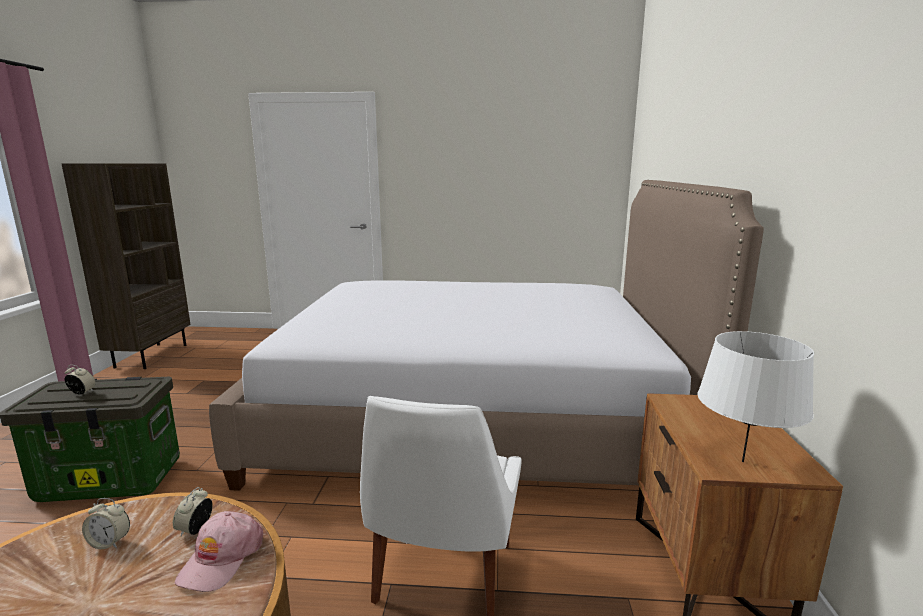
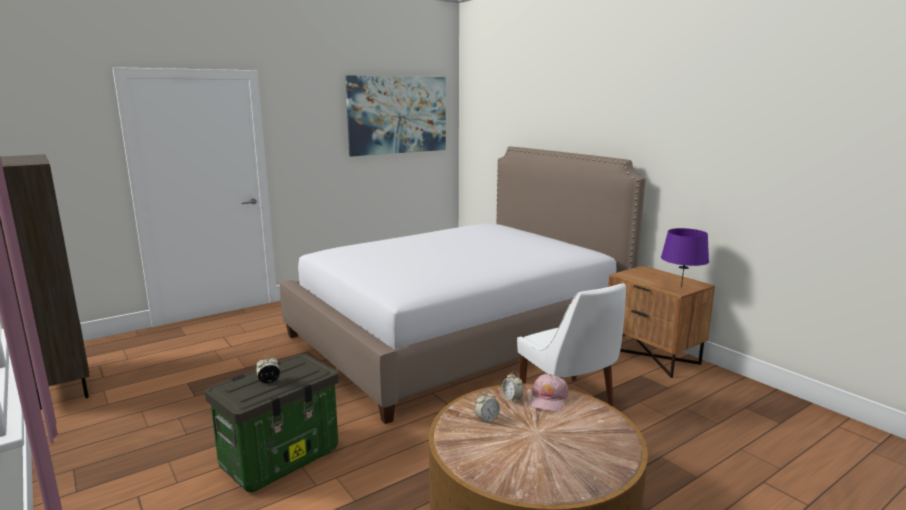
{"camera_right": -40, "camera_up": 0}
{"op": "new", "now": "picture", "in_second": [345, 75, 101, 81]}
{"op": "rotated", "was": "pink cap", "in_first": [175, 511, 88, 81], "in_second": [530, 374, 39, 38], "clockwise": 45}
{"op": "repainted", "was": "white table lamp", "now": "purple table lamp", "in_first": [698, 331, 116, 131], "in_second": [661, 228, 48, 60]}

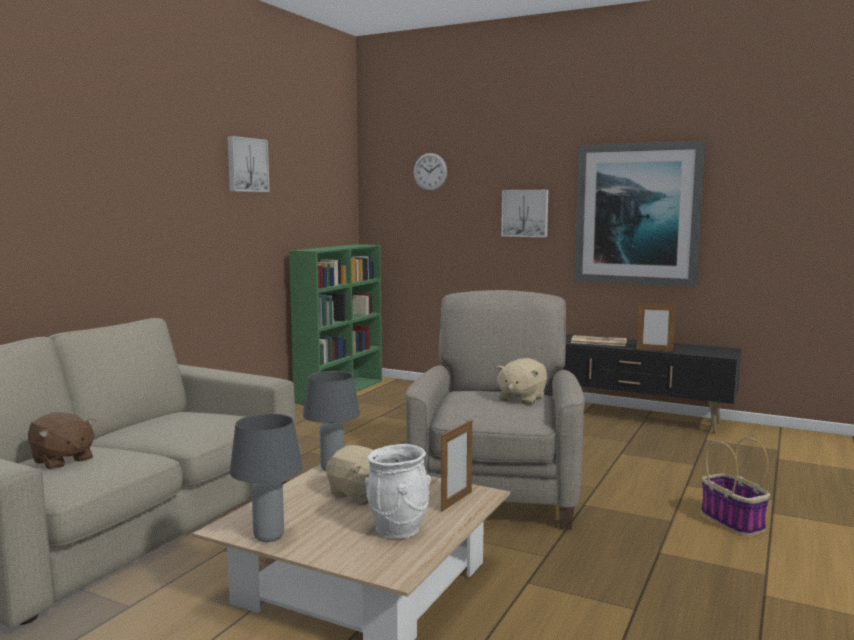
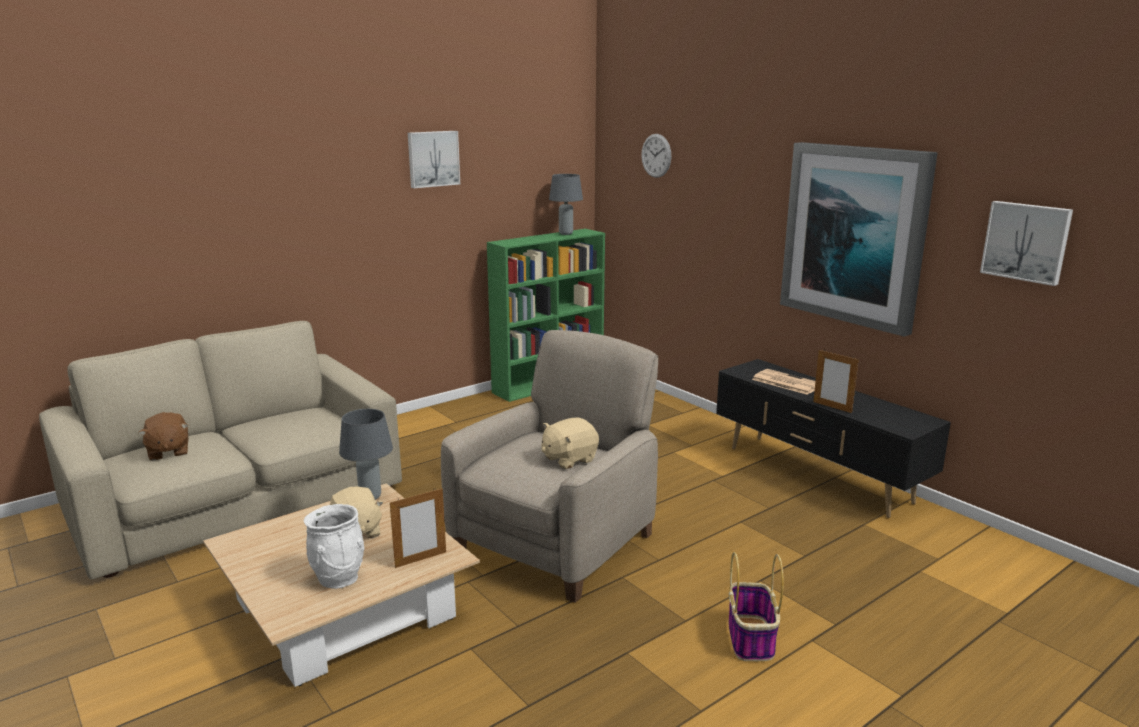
{"camera_right": 25, "camera_up": 10}
{"op": "shifted", "was": "grey table lamp", "in_first": [230, 414, 73, 128], "in_second": [549, 174, 34, 61]}
{"op": "shifted", "was": "picture", "in_first": [501, 190, 47, 47], "in_second": [980, 201, 93, 85]}

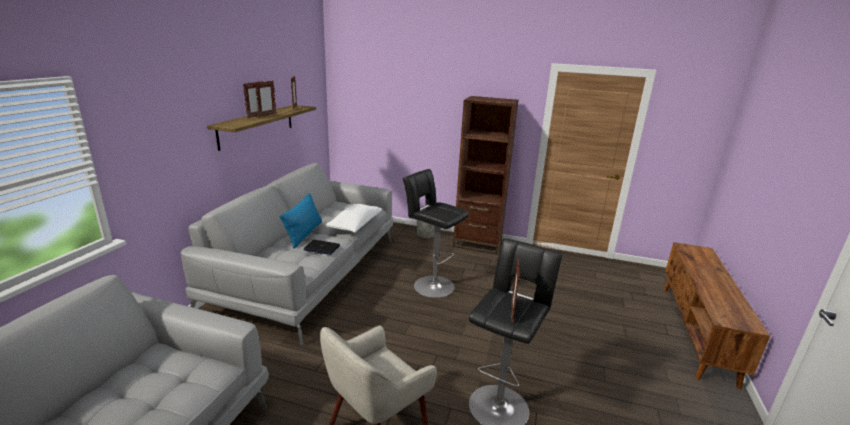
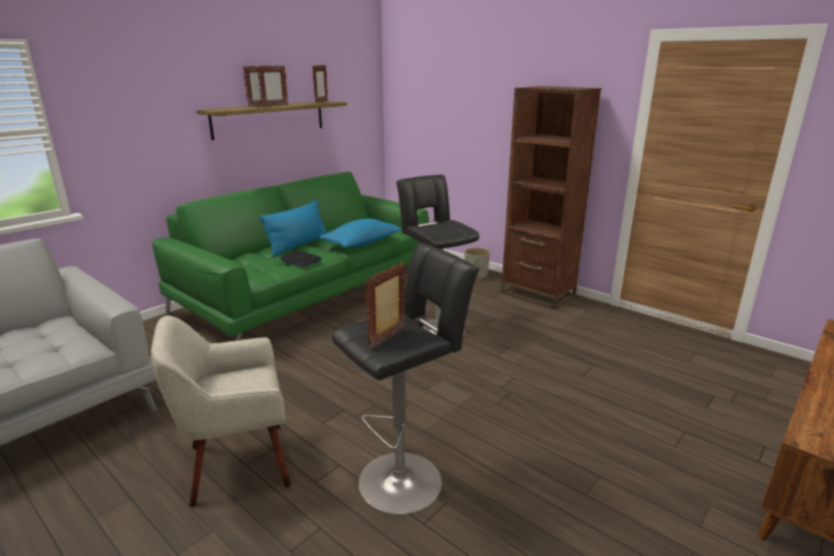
{"camera_right": 25, "camera_up": 0}
{"op": "repainted", "was": "grey sofa", "now": "green sofa", "in_first": [181, 163, 213, 182], "in_second": [152, 172, 277, 168]}
{"op": "repainted", "was": "white pillow", "now": "blue pillow", "in_first": [325, 204, 57, 29], "in_second": [319, 219, 83, 29]}

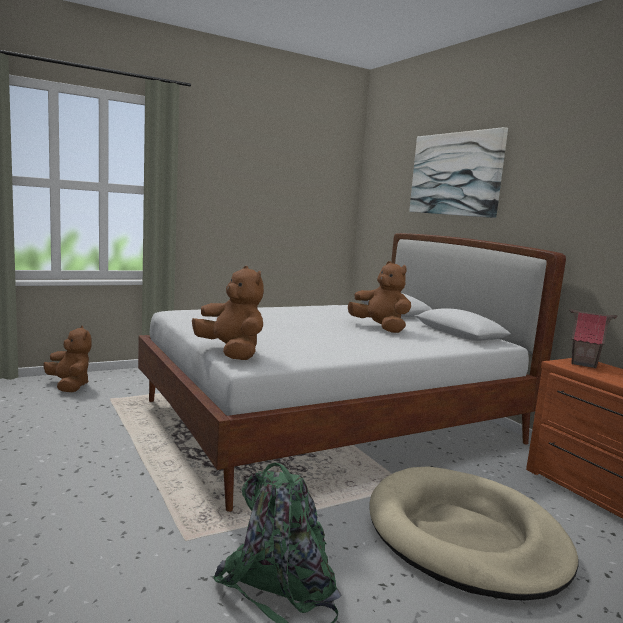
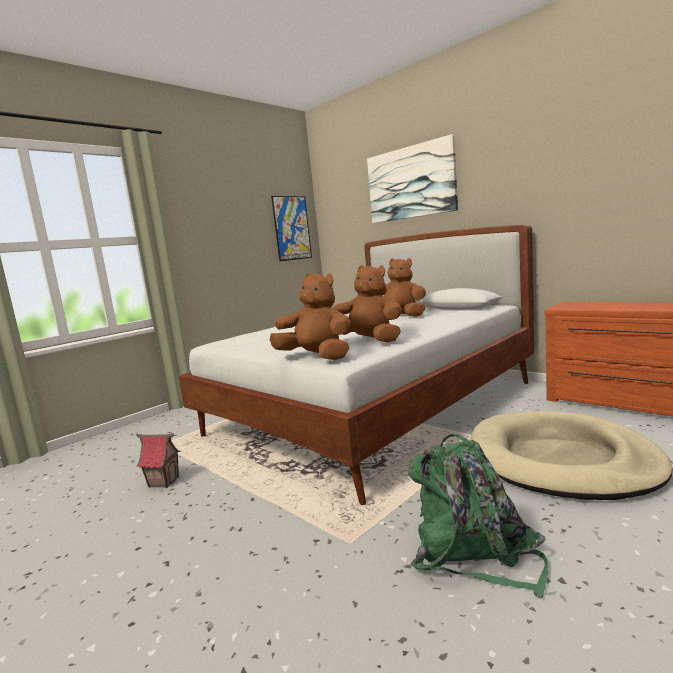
{"camera_right": -15, "camera_up": 0}
{"op": "shifted", "was": "toy house", "in_first": [569, 309, 49, 59], "in_second": [136, 433, 45, 55]}
{"op": "new", "now": "picture", "in_second": [271, 196, 41, 65]}
{"op": "shifted", "was": "brown plush toy", "in_first": [43, 326, 49, 66], "in_second": [333, 265, 69, 78]}

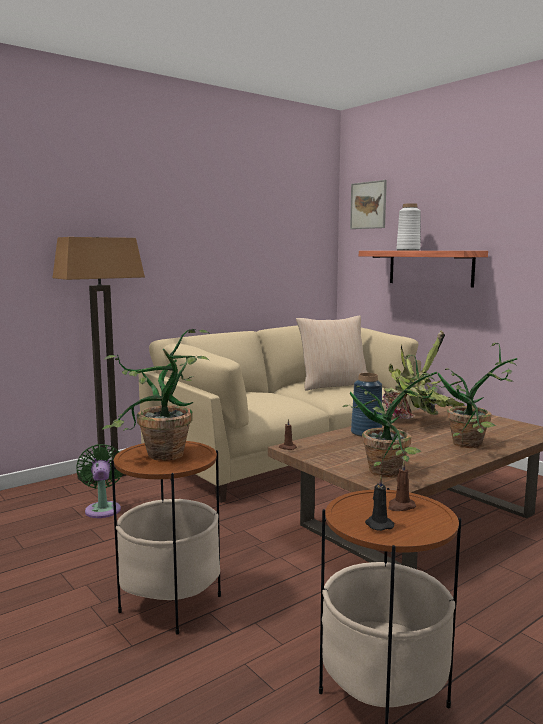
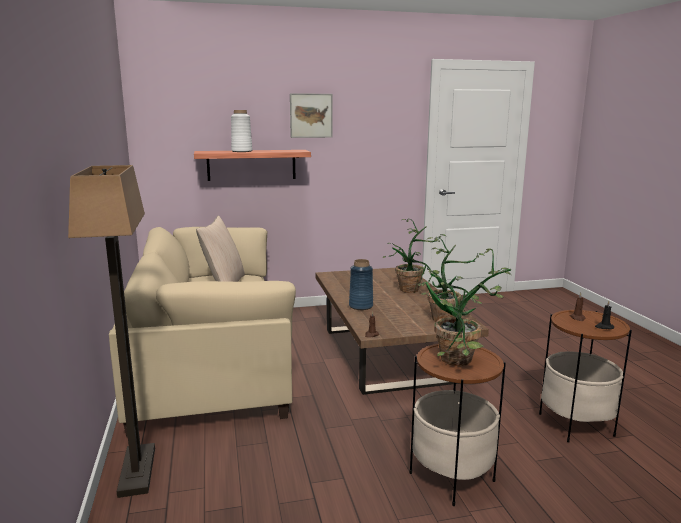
{"camera_right": -65, "camera_up": 5}
{"op": "shifted", "was": "picture", "in_first": [350, 180, 37, 49], "in_second": [290, 93, 42, 45]}
{"op": "gone", "was": "green fan", "in_first": [77, 444, 46, 74]}
{"op": "gone", "was": "potted plant", "in_first": [382, 331, 83, 88]}

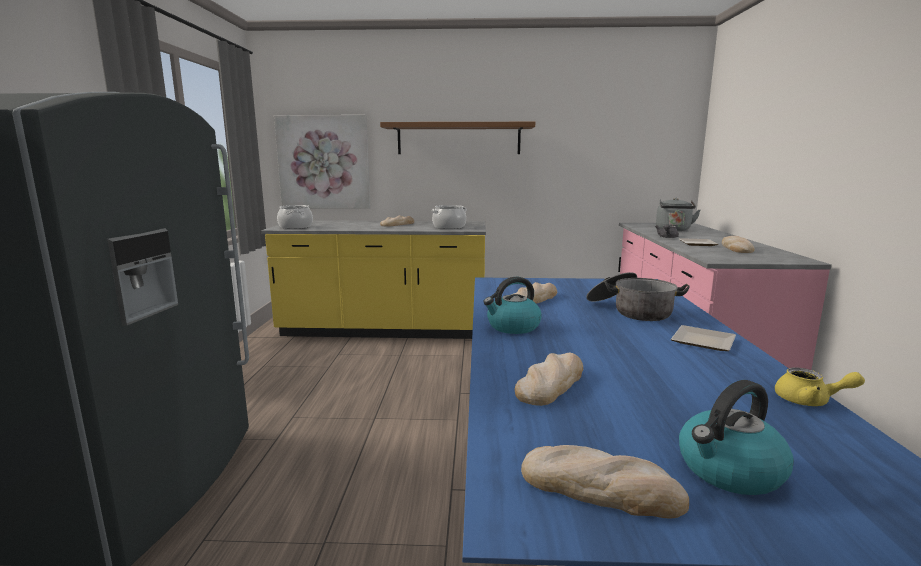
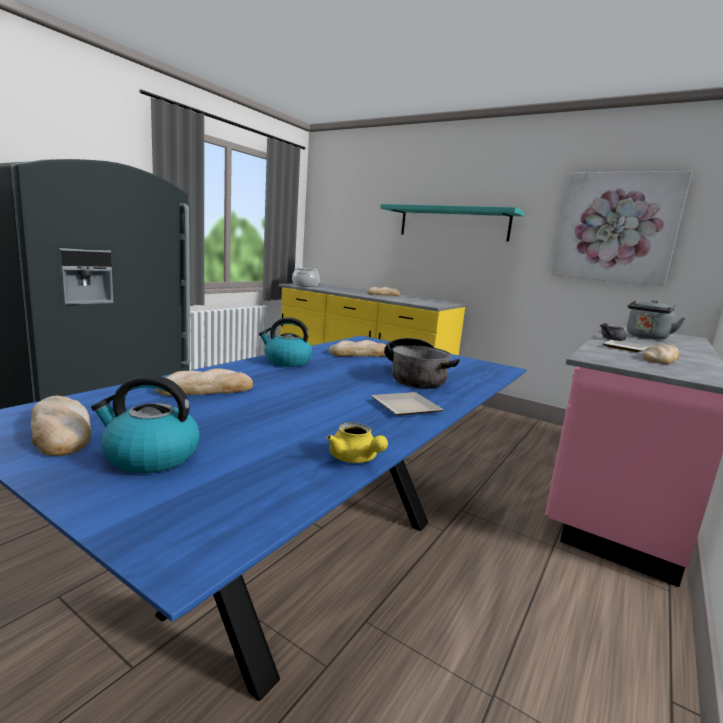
{"camera_right": 30, "camera_up": 0}
{"op": "repainted", "was": "brown shelf", "now": "turquoise shelf", "in_first": [380, 122, 155, 32], "in_second": [380, 204, 145, 37]}
{"op": "shifted", "was": "picture", "in_first": [274, 115, 96, 94], "in_second": [551, 171, 141, 115]}
{"op": "gone", "was": "cooking pot", "in_first": [432, 205, 35, 24]}

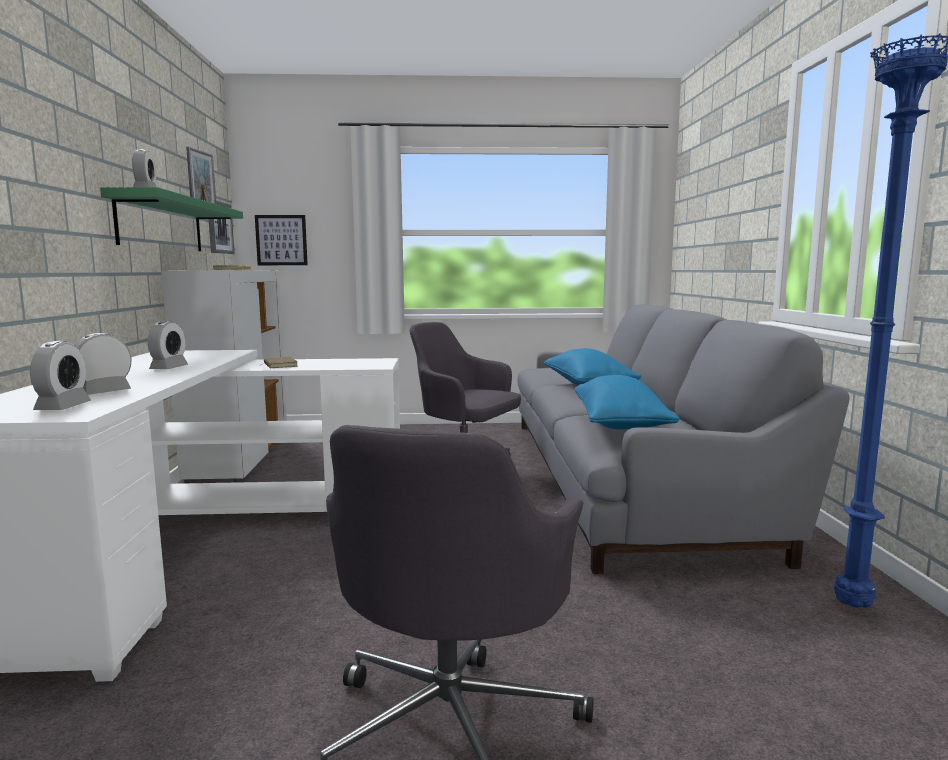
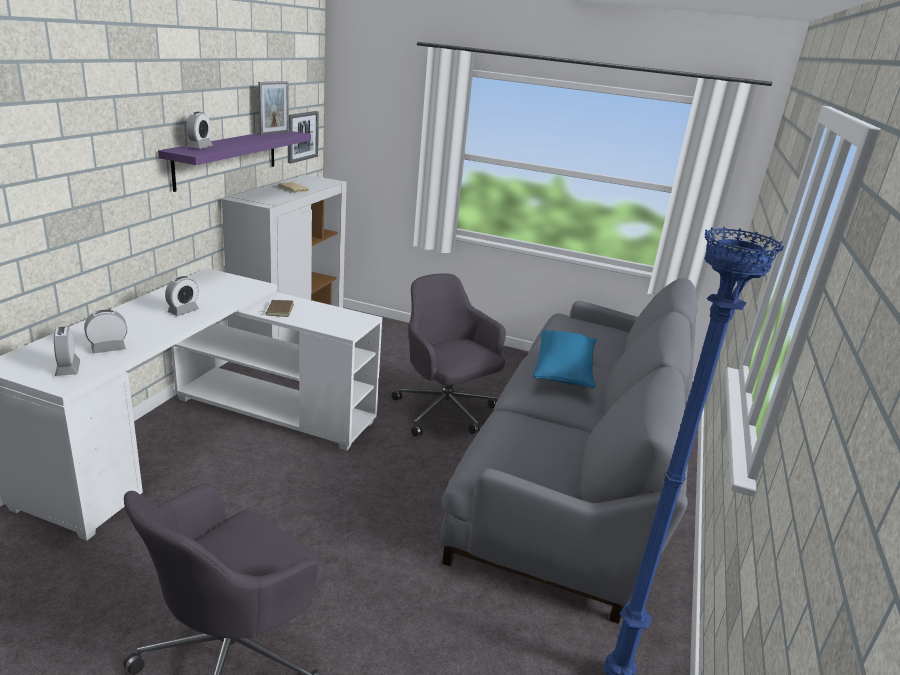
{"camera_right": 20, "camera_up": 15}
{"op": "rotated", "was": "alarm clock", "in_first": [30, 341, 61, 69], "in_second": [54, 327, 26, 49], "clockwise": 135}
{"op": "repainted", "was": "green shelf", "now": "purple shelf", "in_first": [100, 187, 143, 64], "in_second": [158, 131, 153, 61]}
{"op": "gone", "was": "picture", "in_first": [255, 215, 53, 50]}
{"op": "gone", "was": "blue pillow", "in_first": [574, 375, 106, 55]}

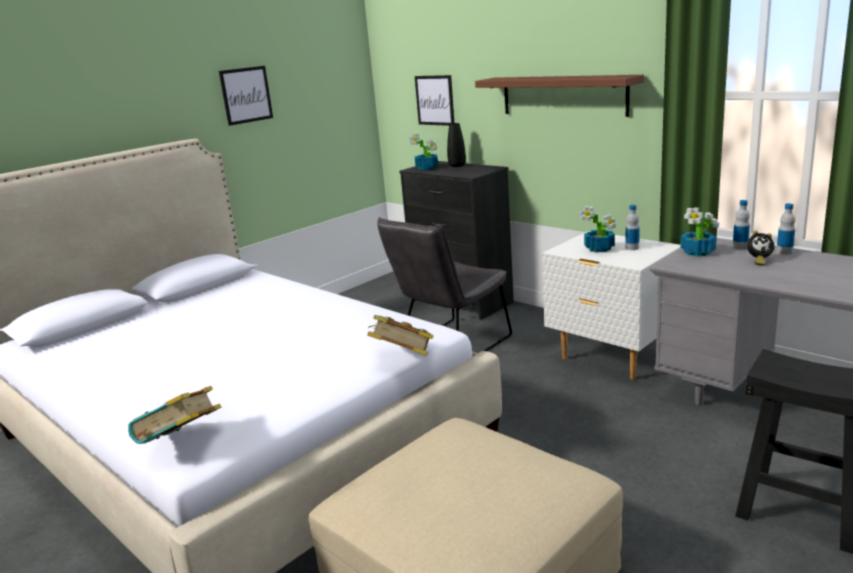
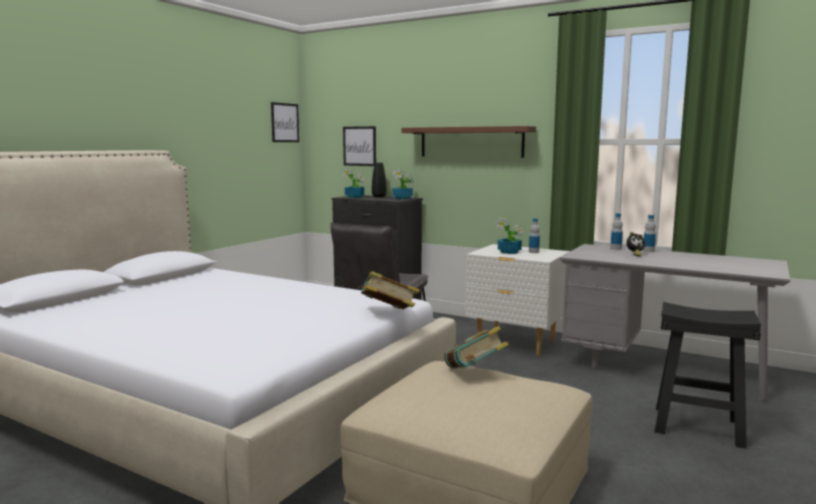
{"camera_right": -15, "camera_up": -10}
{"op": "shifted", "was": "picture", "in_first": [219, 66, 54, 60], "in_second": [271, 102, 28, 40]}
{"op": "shifted", "was": "potted plant", "in_first": [680, 207, 39, 50], "in_second": [393, 169, 21, 30]}
{"op": "shifted", "was": "book", "in_first": [128, 386, 93, 58], "in_second": [444, 326, 65, 43]}

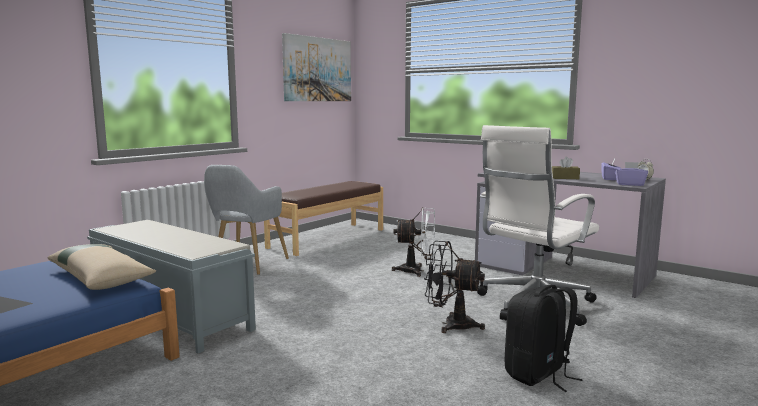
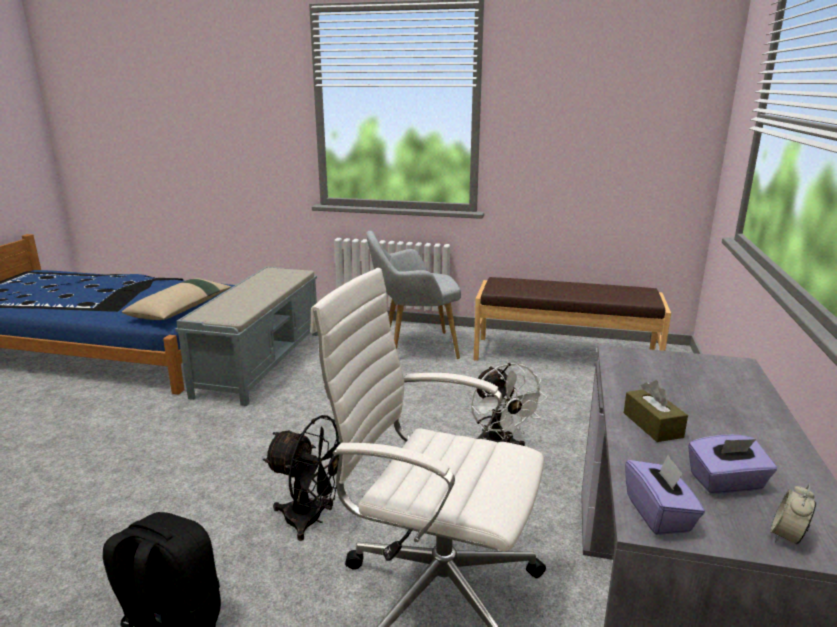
{"camera_right": 65, "camera_up": 10}
{"op": "rotated", "was": "black fan", "in_first": [424, 241, 61, 92], "in_second": [263, 415, 77, 126], "clockwise": 120}
{"op": "gone", "was": "picture", "in_first": [282, 33, 69, 68]}

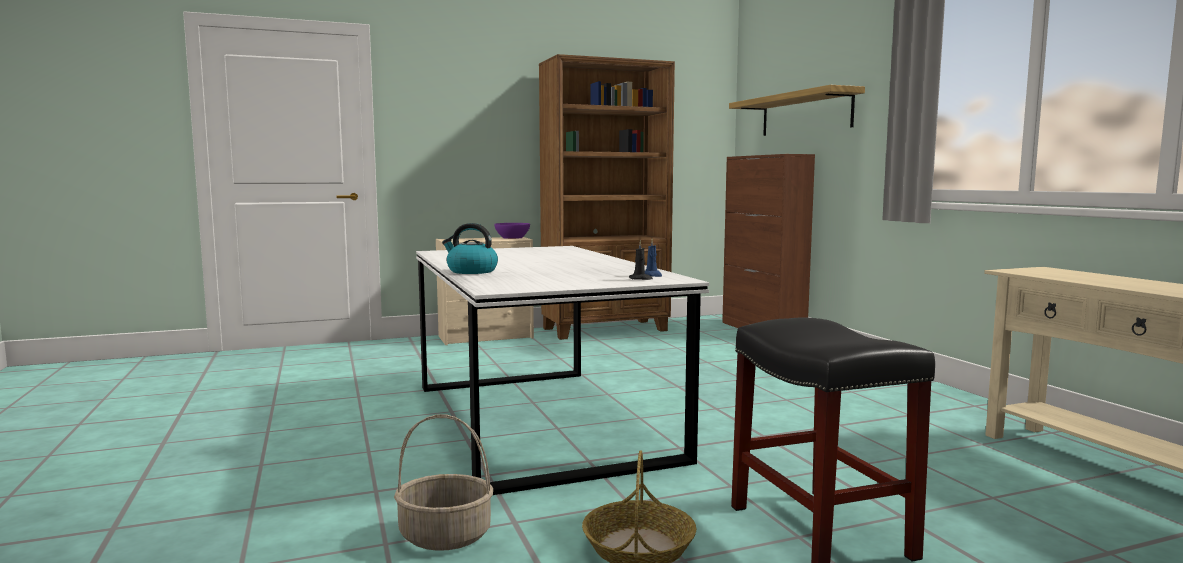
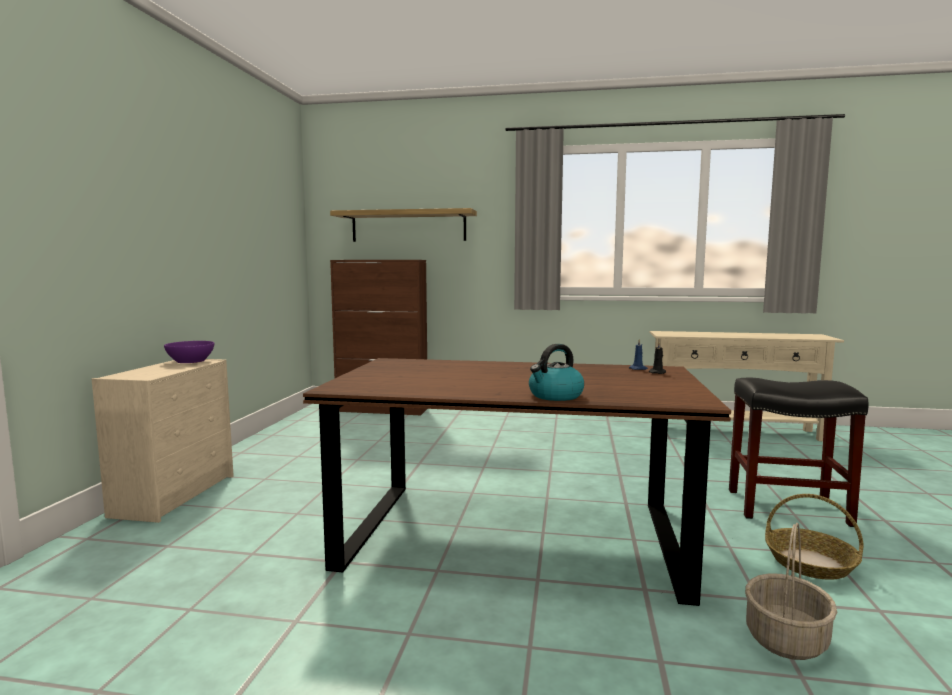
{"camera_right": -60, "camera_up": 0}
{"op": "repainted", "was": "white dining table", "now": "brown dining table", "in_first": [416, 246, 293, 249], "in_second": [303, 358, 428, 248]}
{"op": "gone", "was": "brown bookcase", "in_first": [539, 54, 136, 286]}

